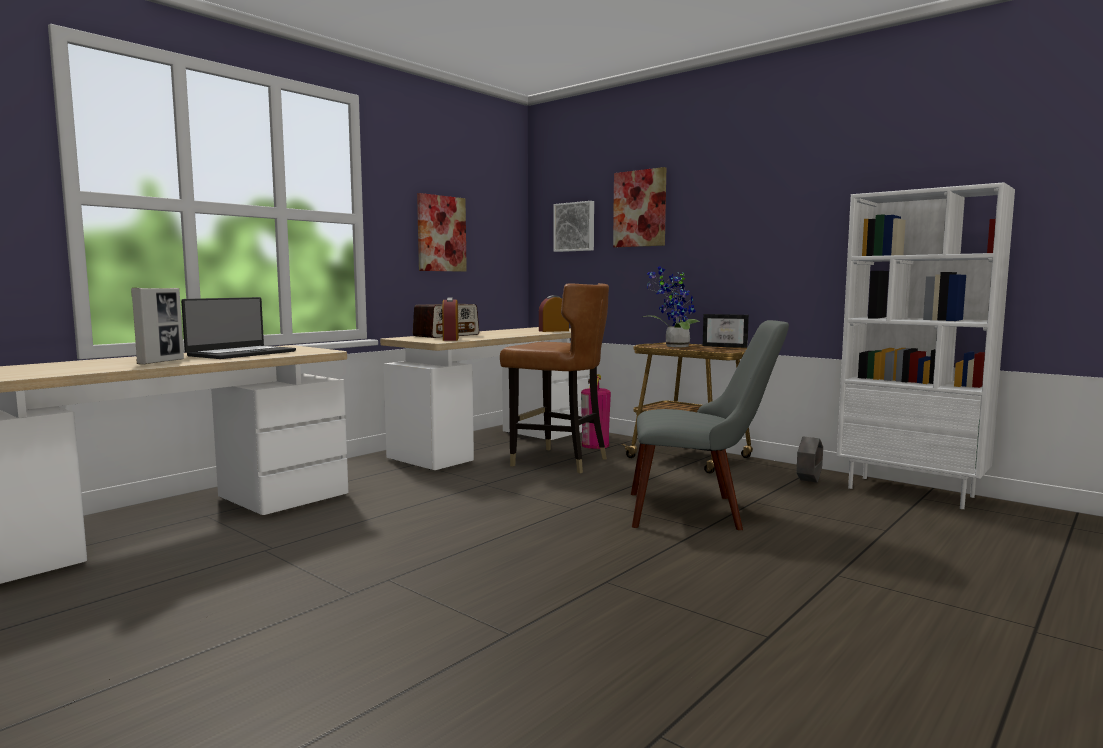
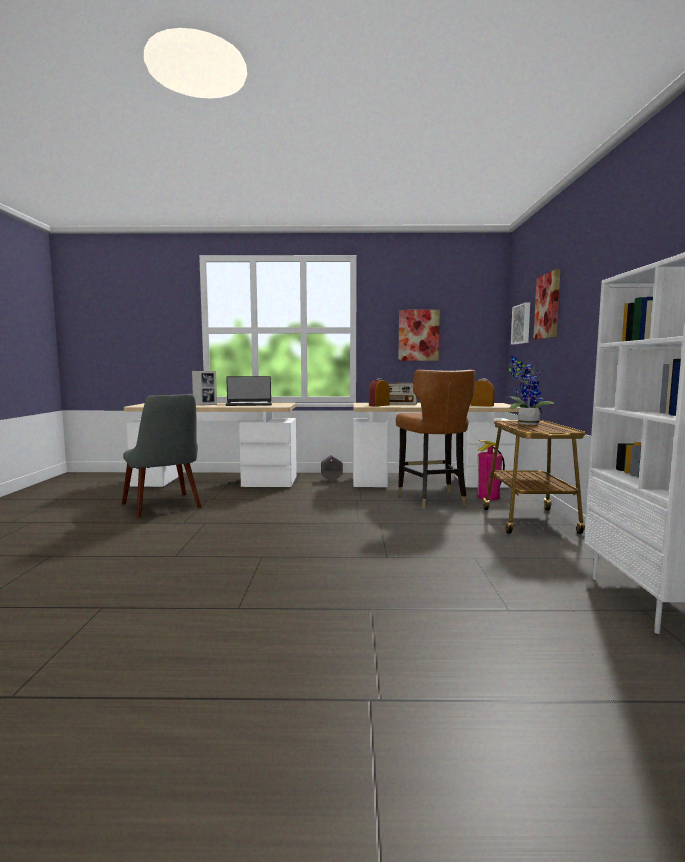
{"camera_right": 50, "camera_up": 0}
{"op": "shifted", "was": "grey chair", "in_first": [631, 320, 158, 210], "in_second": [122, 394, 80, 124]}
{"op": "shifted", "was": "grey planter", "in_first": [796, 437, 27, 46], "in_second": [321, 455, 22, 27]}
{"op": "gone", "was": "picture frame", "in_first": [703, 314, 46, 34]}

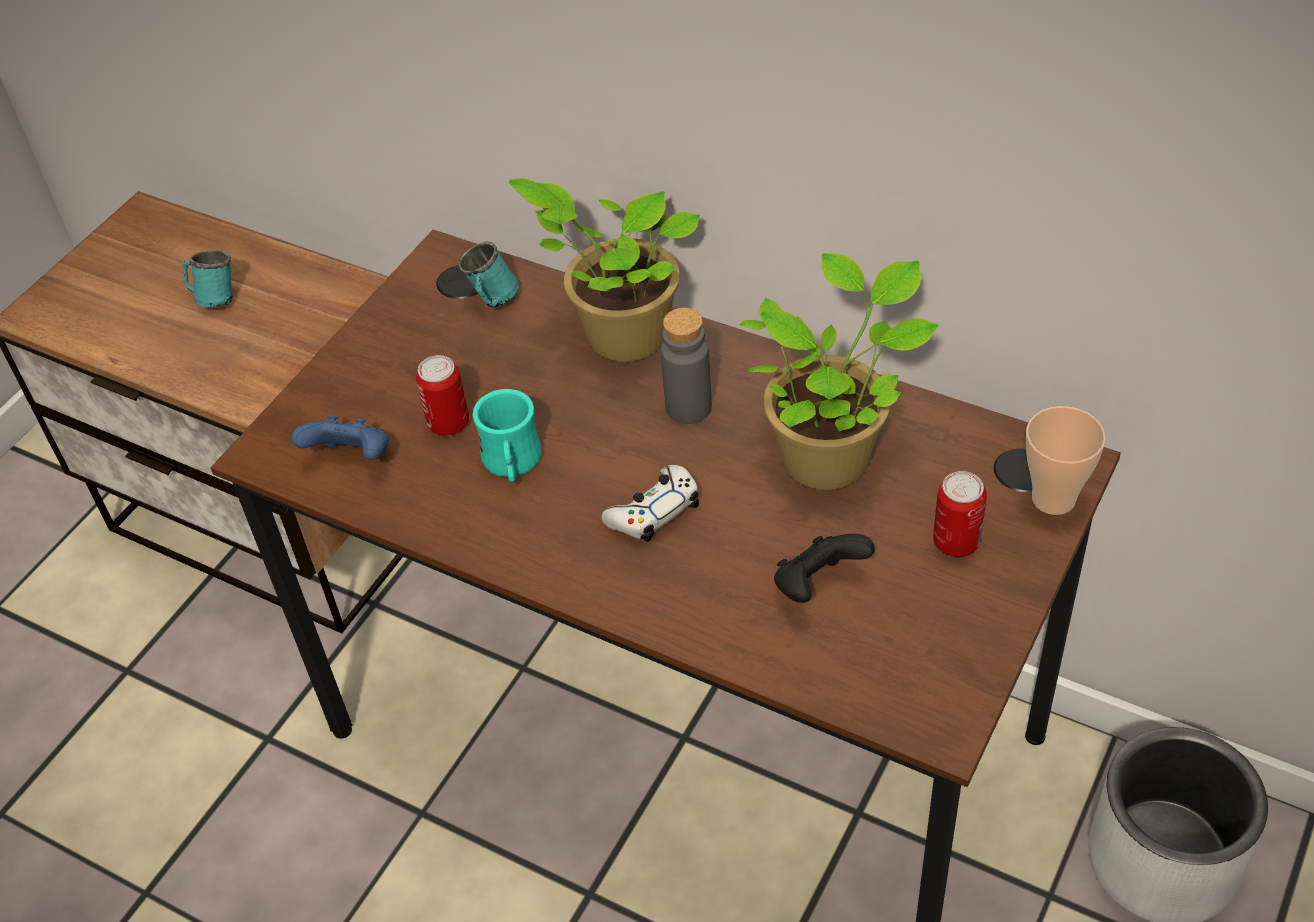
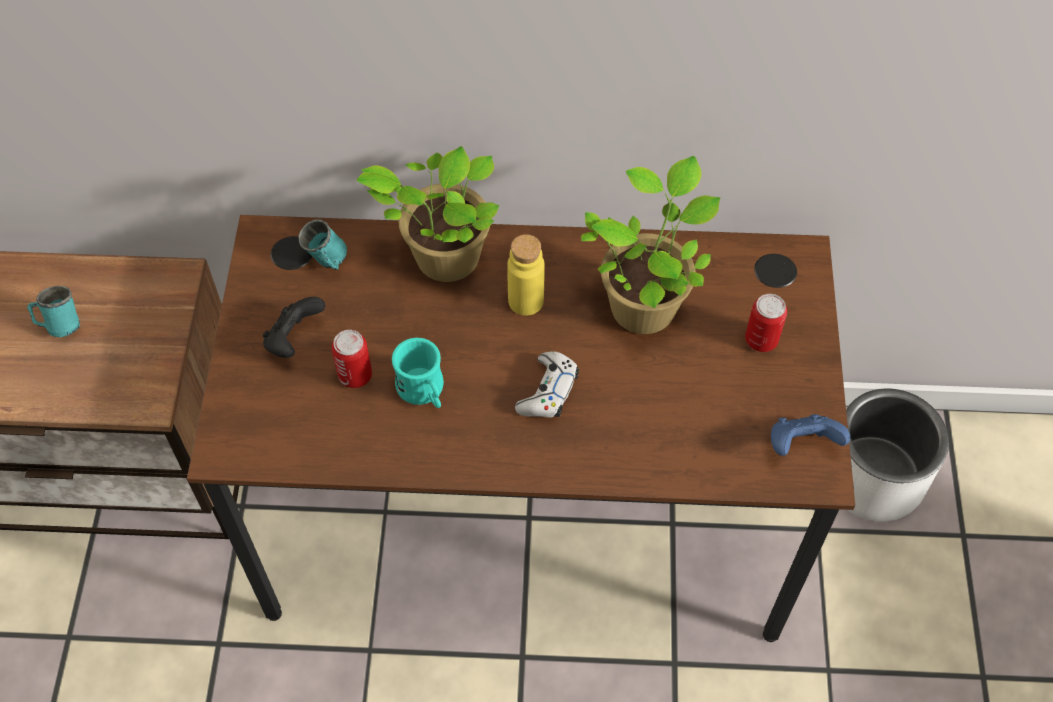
{"camera_right": -30, "camera_up": 10}
{"op": "shifted", "was": "black game controller", "in_first": [774, 534, 101, 69], "in_second": [263, 297, 62, 61]}
{"op": "repainted", "was": "grey bottle", "now": "yellow bottle", "in_first": [661, 308, 51, 116], "in_second": [507, 234, 38, 82]}
{"op": "shifted", "was": "blue game controller", "in_first": [291, 415, 98, 45], "in_second": [771, 414, 79, 42]}
{"op": "gone", "was": "cup", "in_first": [1026, 406, 80, 109]}

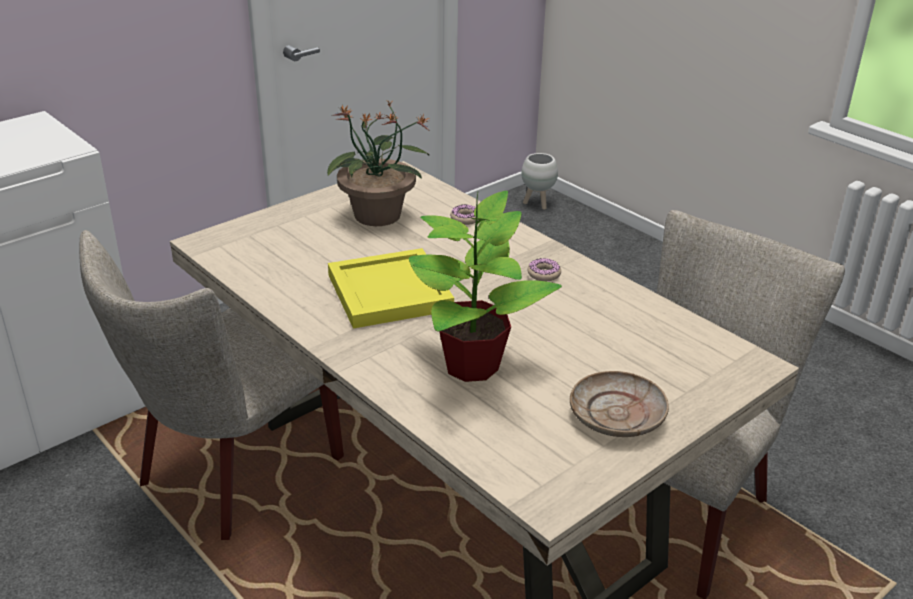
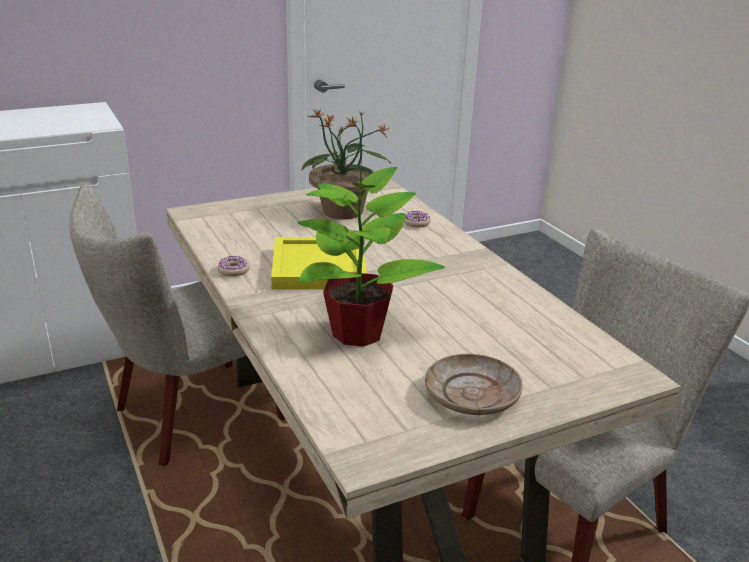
{"camera_right": 15, "camera_up": -5}
{"op": "shifted", "was": "donut", "in_first": [527, 258, 34, 23], "in_second": [218, 256, 32, 20]}
{"op": "gone", "was": "white planter", "in_first": [521, 153, 37, 57]}

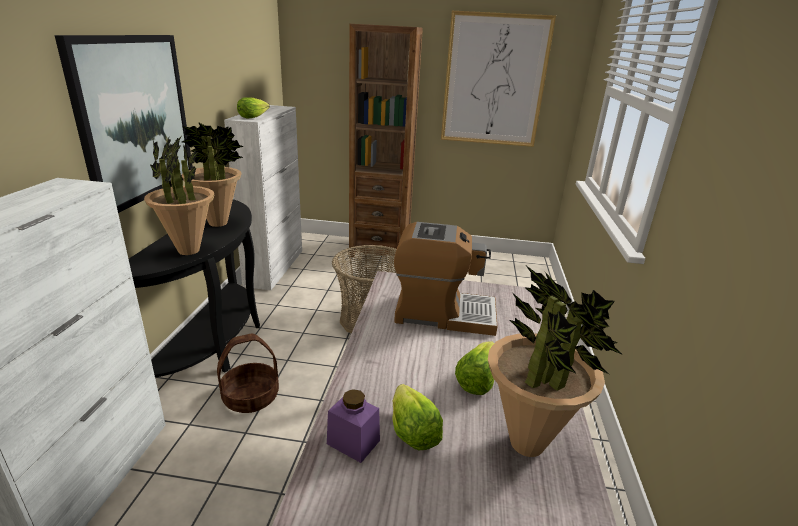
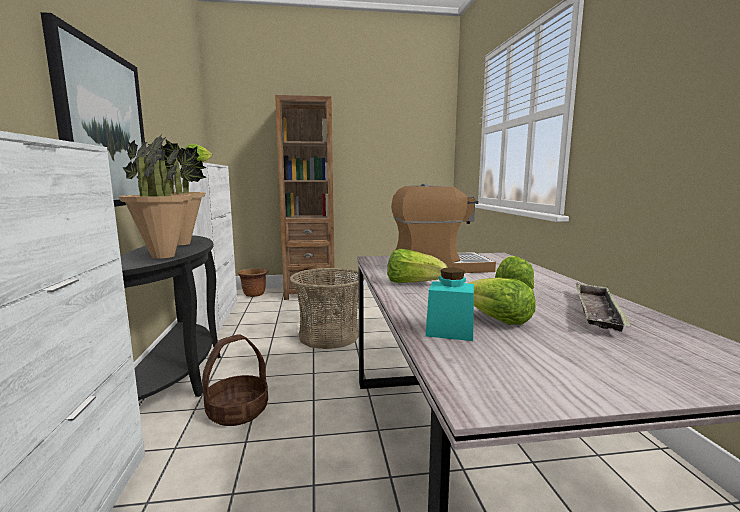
{"camera_right": -15, "camera_up": -15}
{"op": "new", "now": "brown planter", "in_second": [237, 268, 31, 29]}
{"op": "new", "now": "lettuce", "in_second": [387, 249, 61, 34]}
{"op": "repainted", "was": "purple jar", "now": "turquoise jar", "in_first": [327, 389, 53, 74], "in_second": [426, 268, 48, 73]}
{"op": "swapped", "was": "potted plant", "now": "tray", "in_first": [488, 266, 135, 191], "in_second": [576, 282, 55, 50]}
{"op": "gone", "was": "picture", "in_first": [441, 11, 115, 136]}

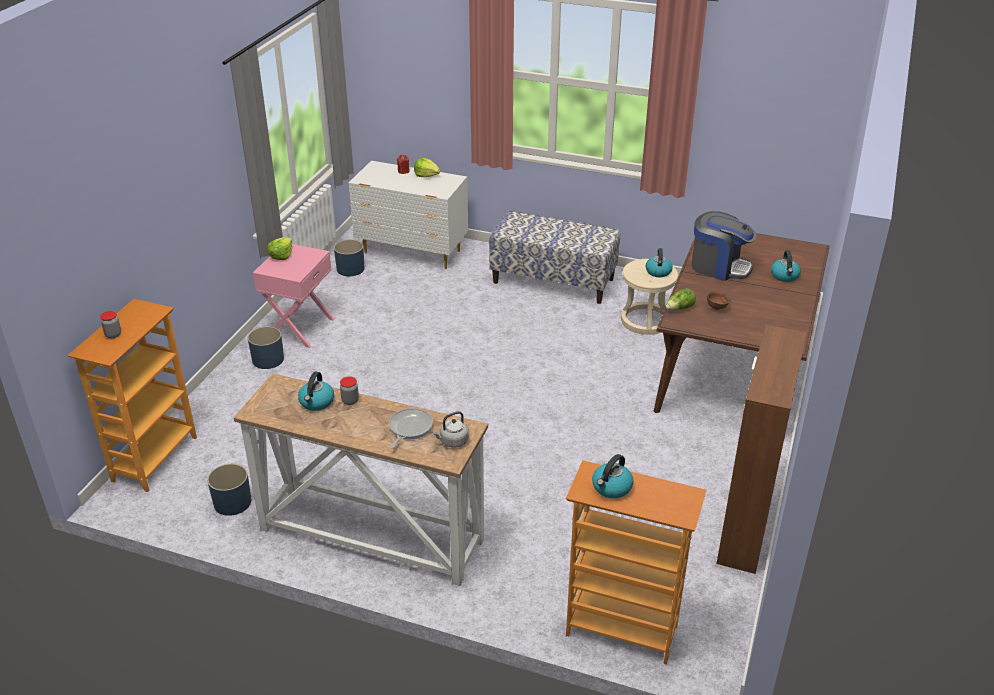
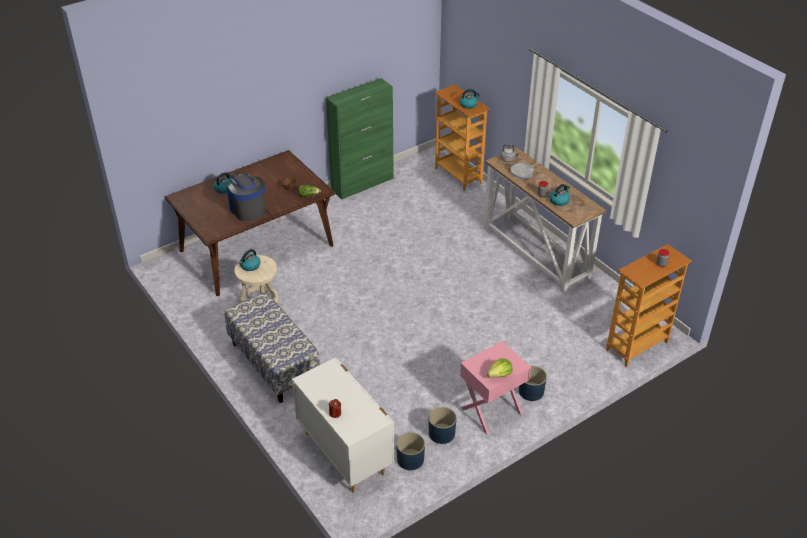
{"camera_right": -145, "camera_up": 5}
{"op": "repainted", "was": "brown cabinet", "now": "green cabinet", "in_first": [716, 325, 91, 249], "in_second": [326, 78, 68, 121]}
{"op": "shifted", "was": "blue planter", "in_first": [207, 464, 44, 52], "in_second": [429, 407, 28, 37]}
{"op": "gone", "was": "lettuce", "in_first": [414, 158, 26, 19]}

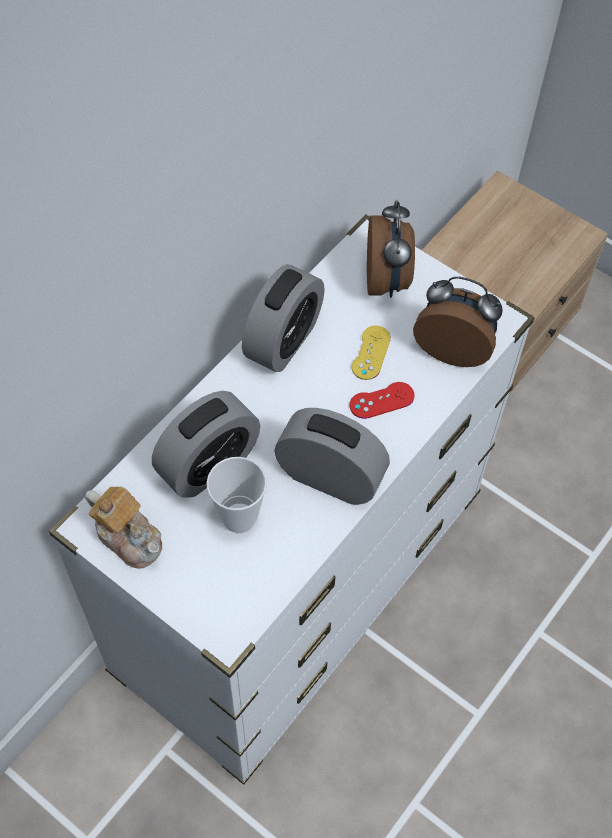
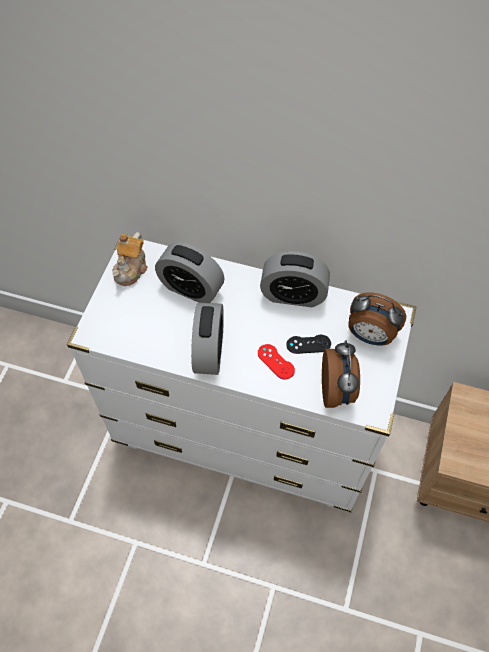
{"camera_right": 70, "camera_up": 0}
{"op": "repainted", "was": "yellow game controller", "now": "black game controller", "in_first": [352, 325, 39, 55], "in_second": [286, 335, 45, 19]}
{"op": "rotated", "was": "alarm clock", "in_first": [367, 200, 48, 98], "in_second": [348, 292, 58, 53], "clockwise": 45}
{"op": "gone", "was": "cup", "in_first": [207, 457, 60, 76]}

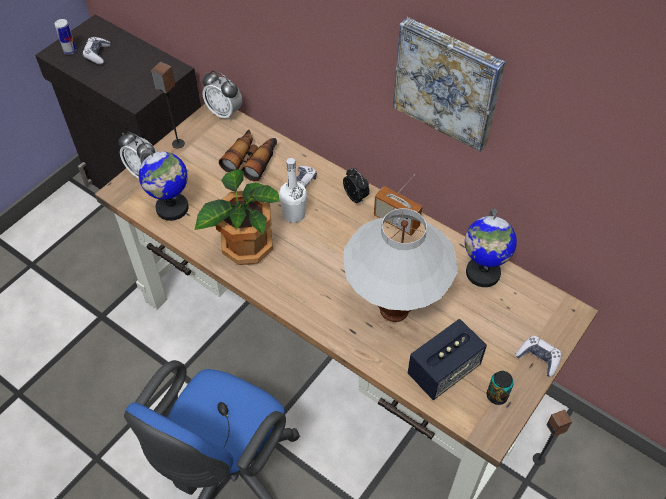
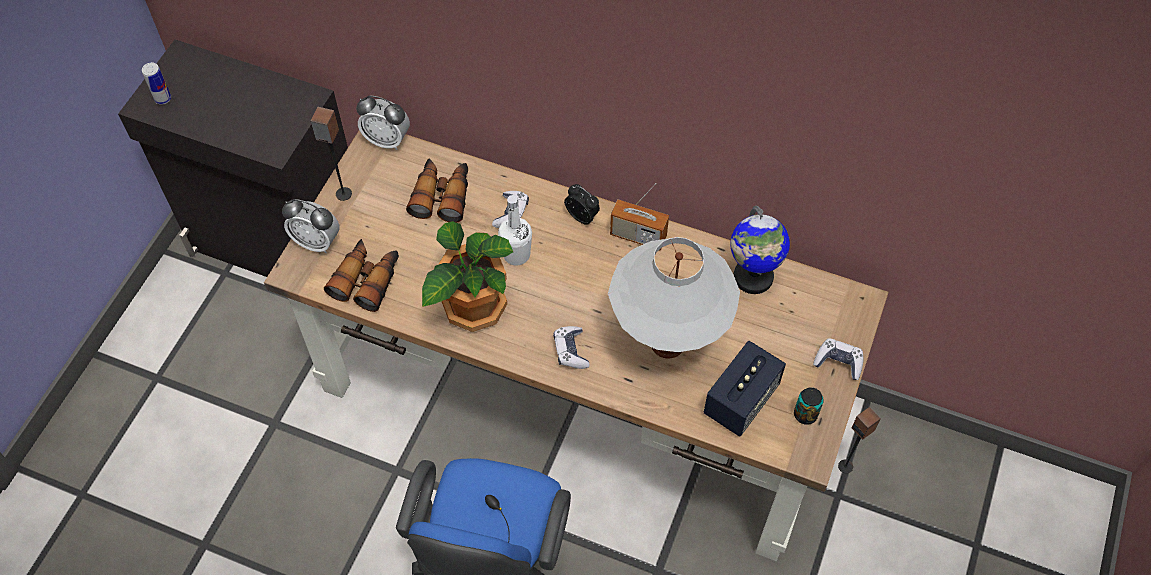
{"camera_right": -15, "camera_up": 5}
{"op": "swapped", "was": "globe", "now": "binoculars", "in_first": [139, 149, 50, 72], "in_second": [324, 239, 75, 73]}
{"op": "shifted", "was": "game controller", "in_first": [83, 37, 28, 28], "in_second": [553, 326, 37, 43]}
{"op": "gone", "was": "picture", "in_first": [393, 17, 112, 135]}

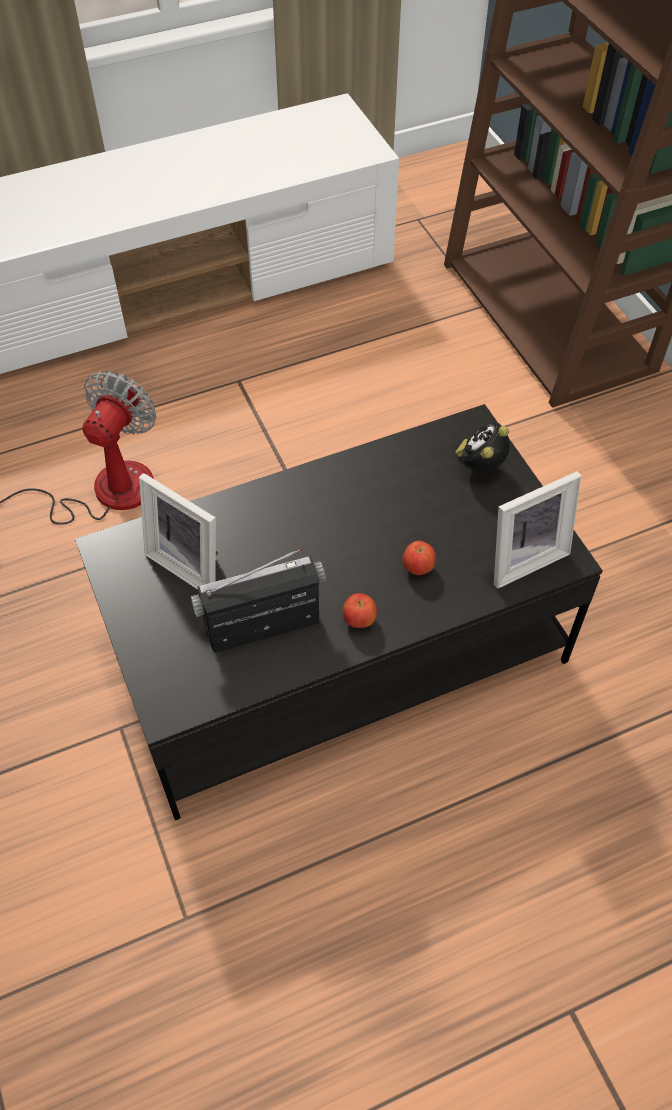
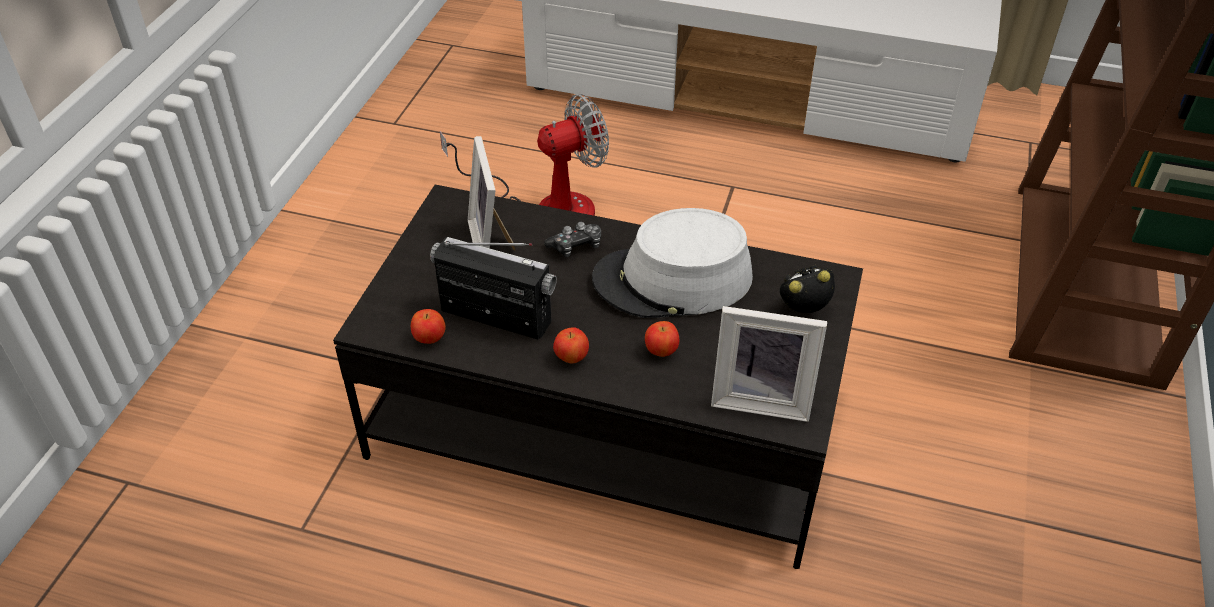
{"camera_right": 40, "camera_up": -10}
{"op": "new", "now": "apple", "in_second": [411, 309, 35, 35]}
{"op": "new", "now": "game controller", "in_second": [544, 222, 57, 35]}
{"op": "new", "now": "grey hat", "in_second": [592, 208, 161, 110]}

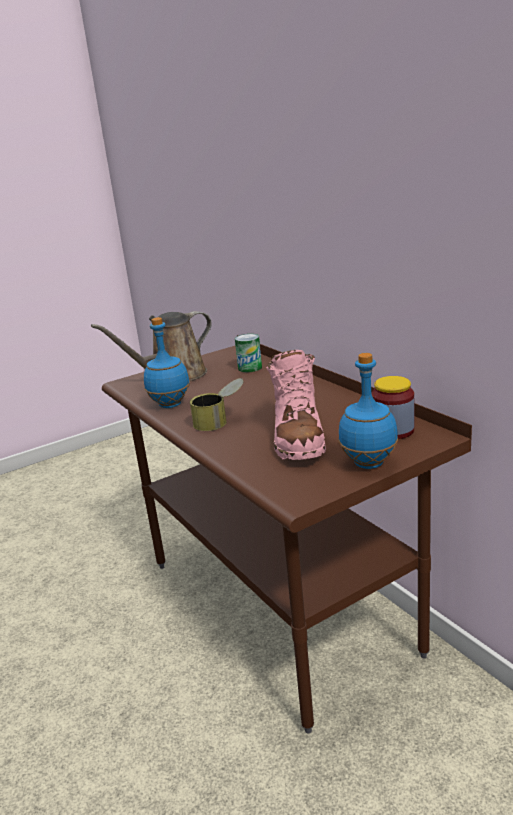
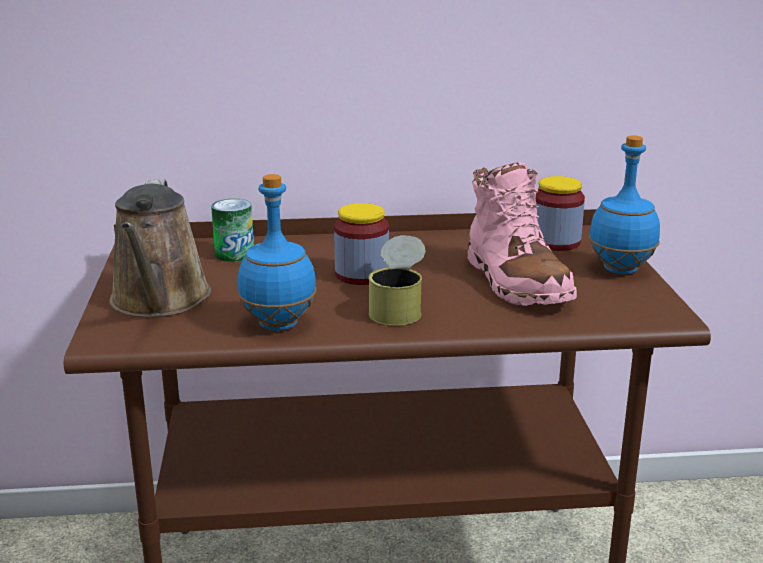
{"camera_right": -65, "camera_up": 0}
{"op": "new", "now": "jar", "in_second": [334, 203, 55, 82]}
{"op": "rotated", "was": "pink boot", "in_first": [266, 350, 60, 110], "in_second": [467, 162, 110, 144], "clockwise": 45}

